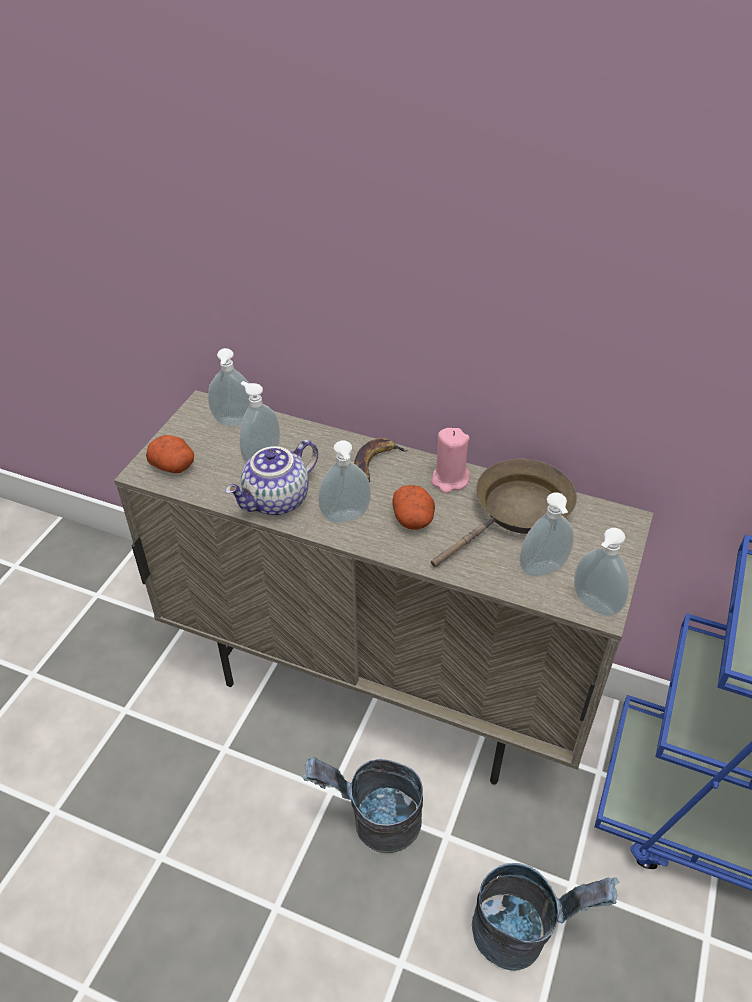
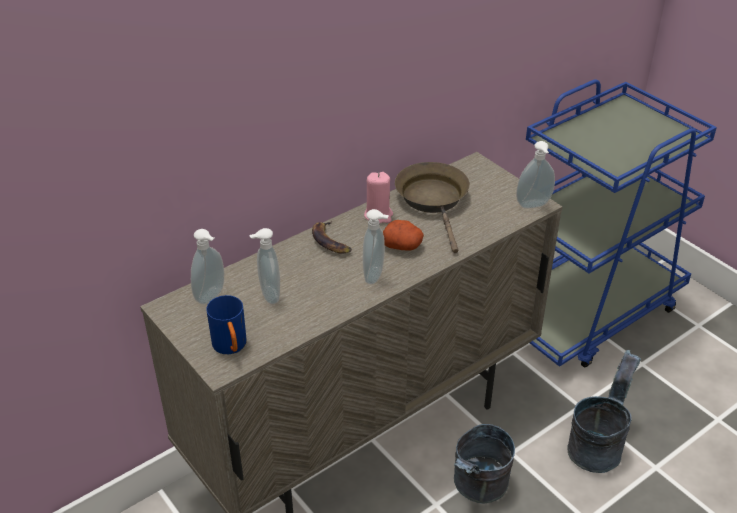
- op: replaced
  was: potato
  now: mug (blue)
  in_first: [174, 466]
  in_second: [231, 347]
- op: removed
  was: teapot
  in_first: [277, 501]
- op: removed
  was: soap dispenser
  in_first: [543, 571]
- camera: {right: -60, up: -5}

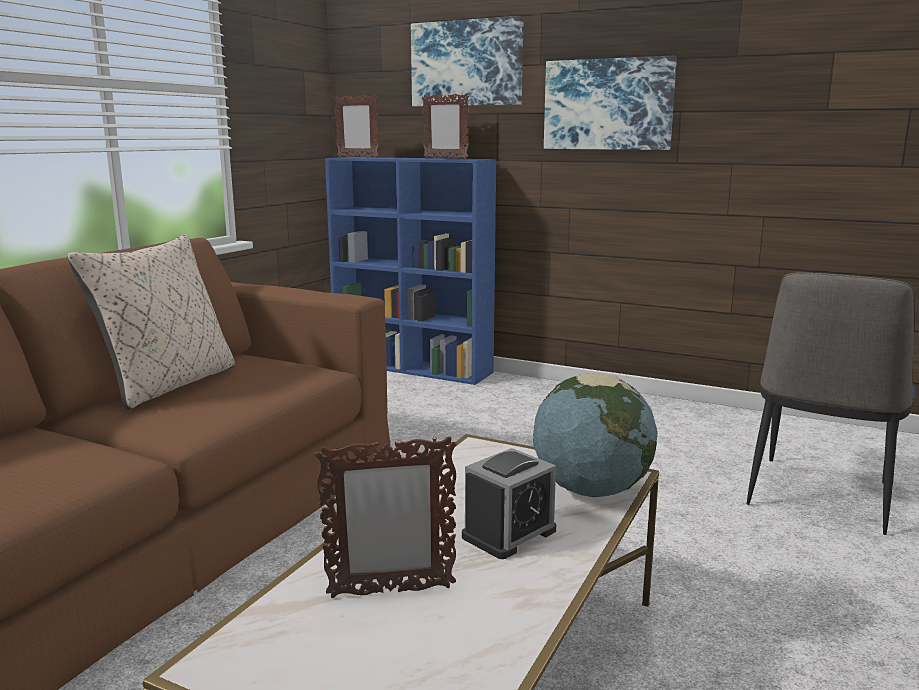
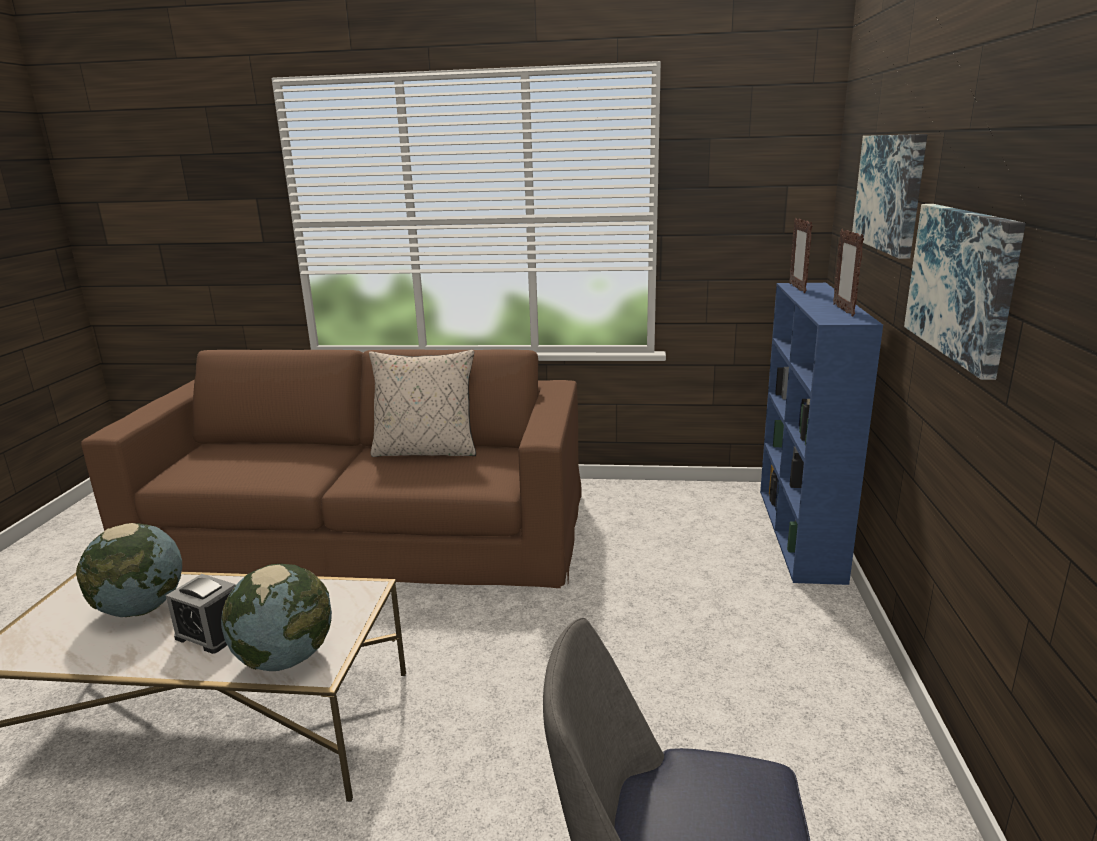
- op: replaced
  was: picture frame
  now: globe
  in_first: [390, 592]
  in_second: [141, 608]
- camera: {right: 70, up: 5}

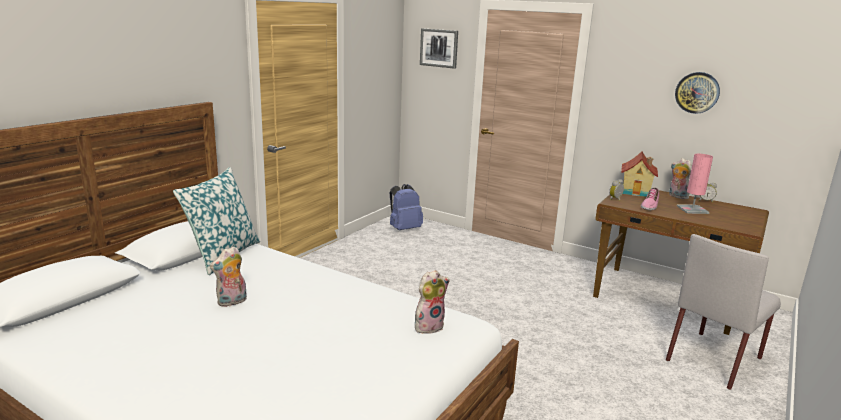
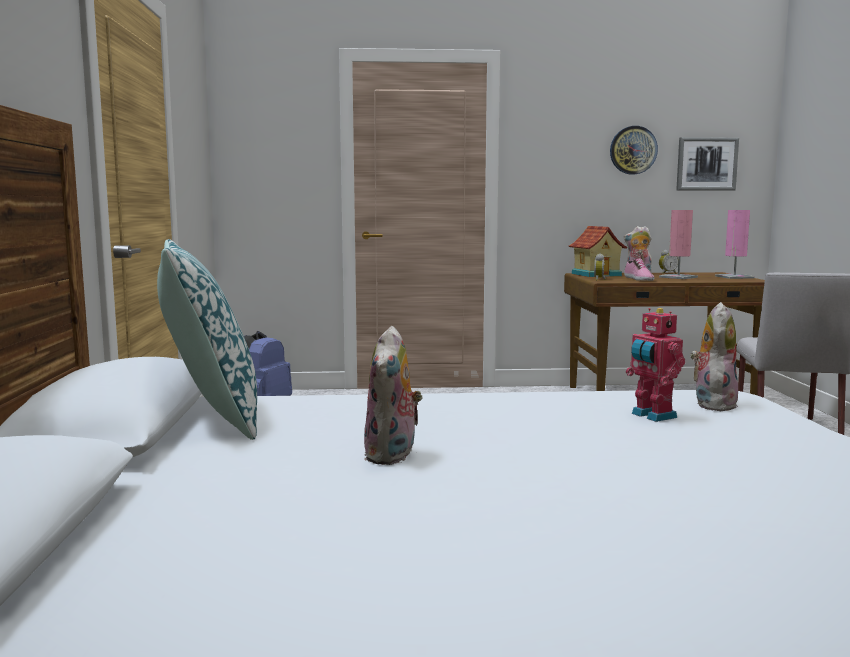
- op: added
  now: toy robot
  in_second: [652, 416]
- op: moved
  was: picture
  in_first: [439, 48]
  in_second: [706, 164]
- op: added
  now: table lamp (pink)
  in_second: [734, 277]
- camera: {right: -35, up: -10}

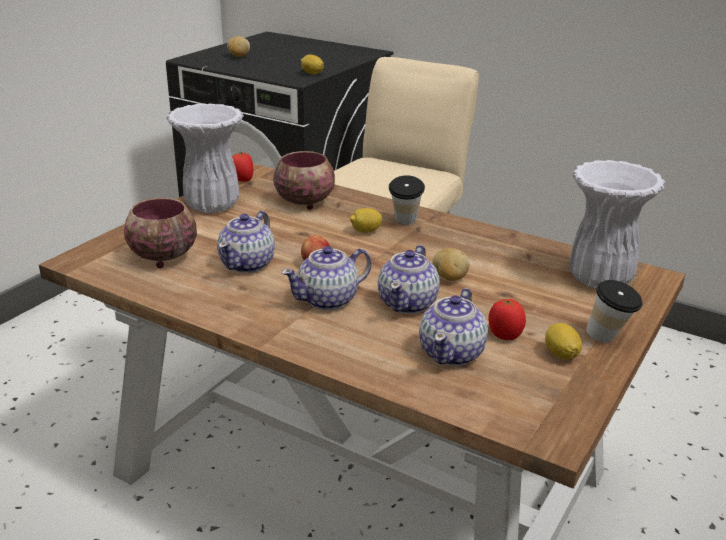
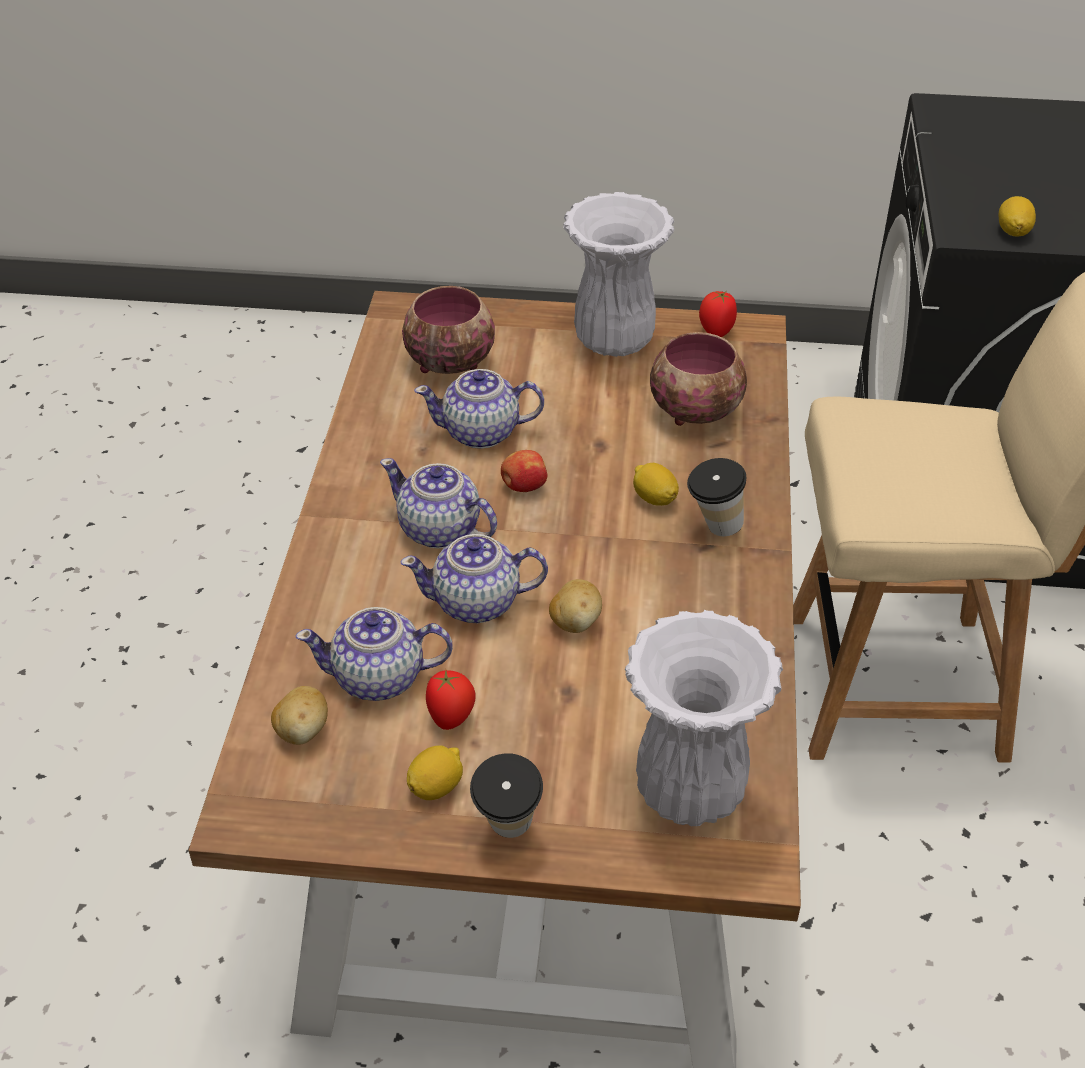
- op: moved
  was: potato
  in_first: [238, 56]
  in_second: [302, 731]
- camera: {right: 65, up: 15}

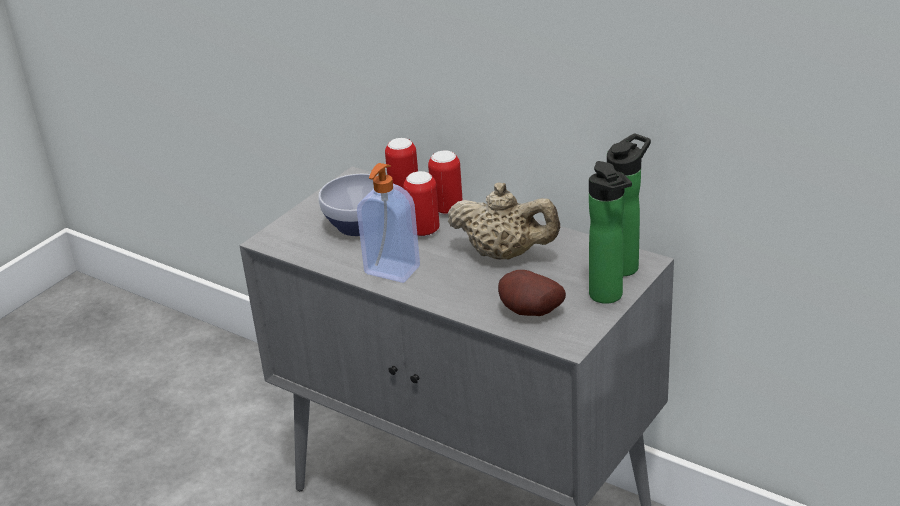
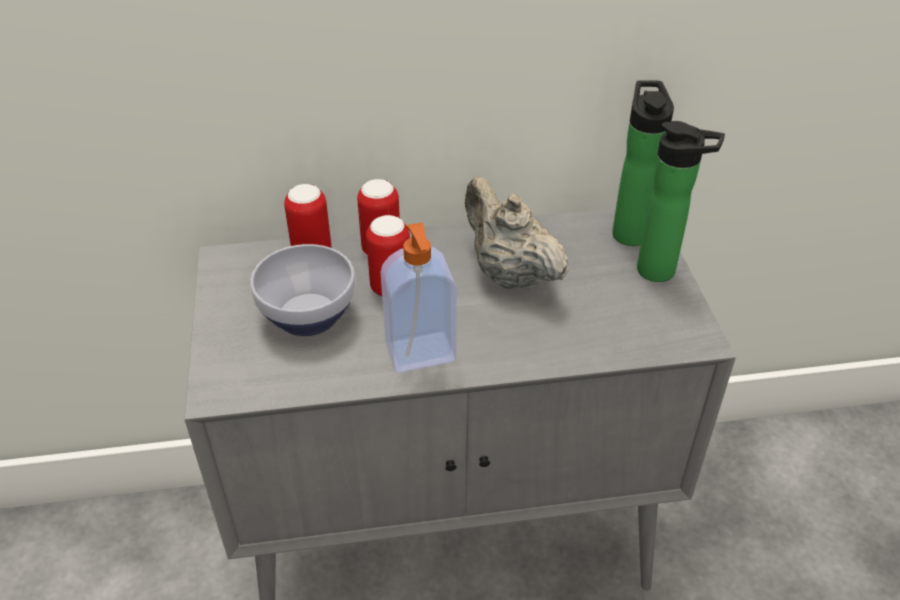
- op: turned
  was: teapot (beige)
  in_first: [505, 254]
  in_second: [509, 274]
  clockwise: -105
- op: removed
  was: potato
  in_first: [529, 313]
- camera: {right: -45, up: 10}

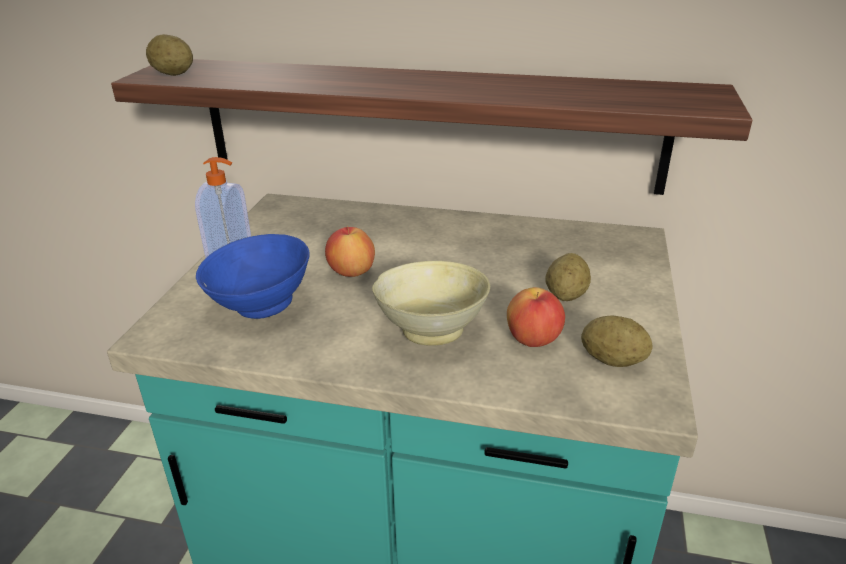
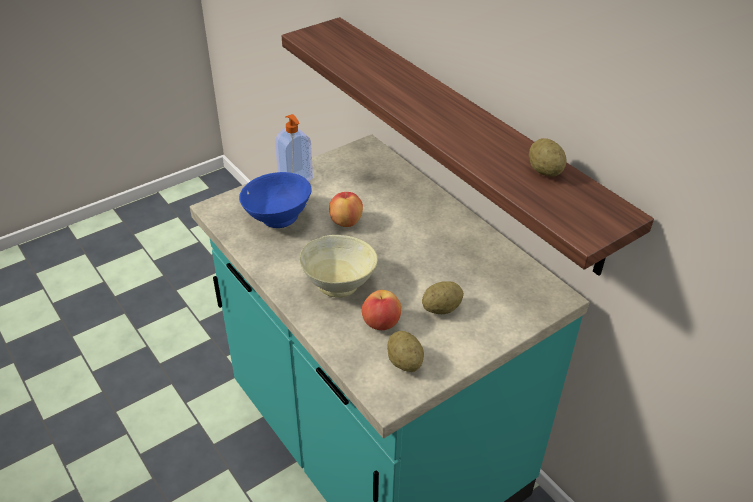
- op: moved
  was: potato
  in_first: [173, 74]
  in_second: [544, 171]
- camera: {right: 40, up: 10}

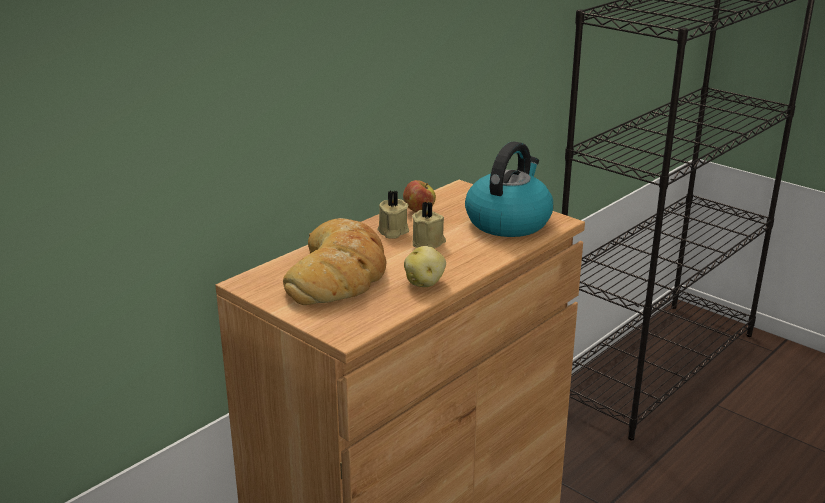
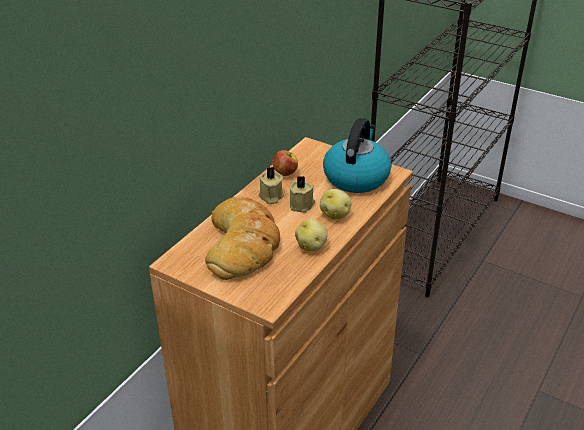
- op: added
  now: potato
  in_second: [335, 214]
- camera: {right: -10, up: 10}

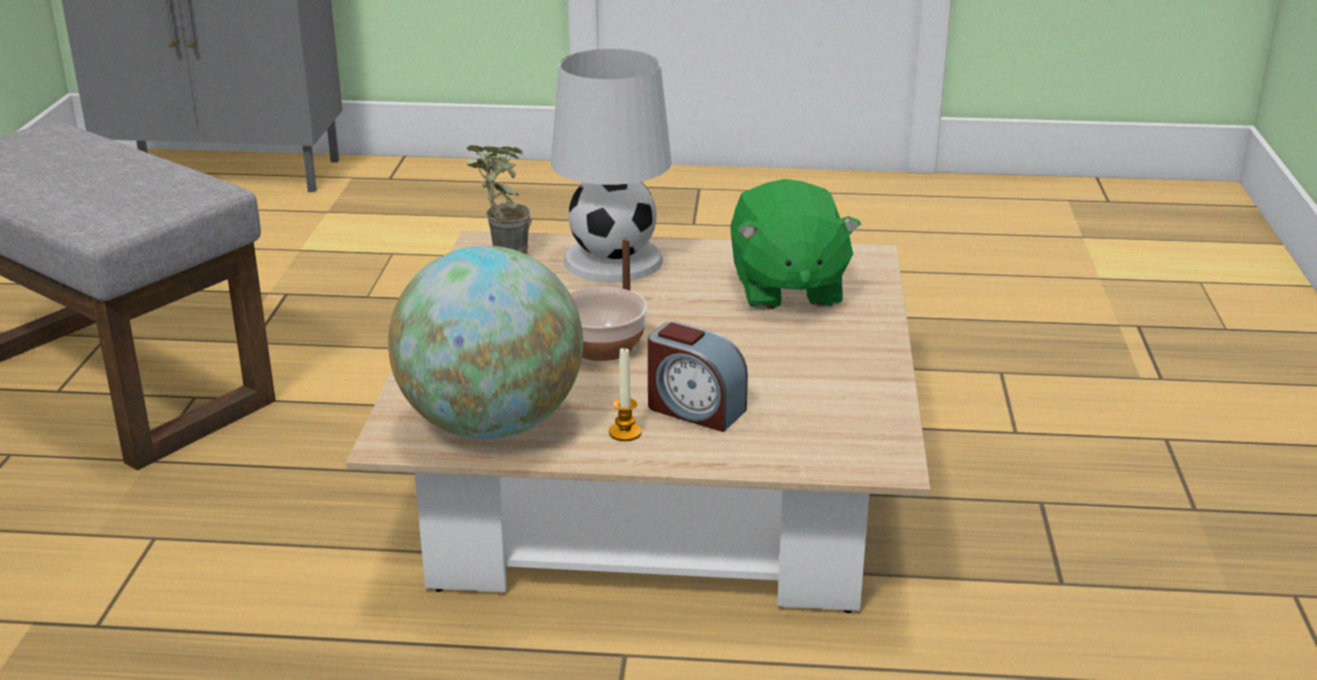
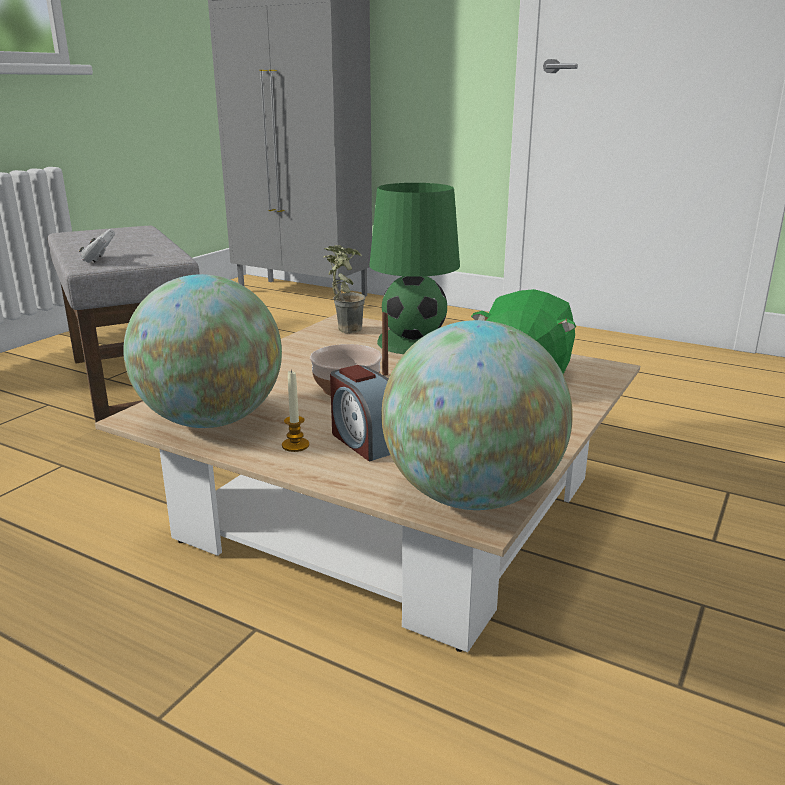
- op: added
  now: game controller (white)
  in_second: [99, 259]
- op: recoloured
  was: table lamp (white)
  now: table lamp (green)
  in_first: [612, 261]
  in_second: [413, 342]
- op: added
  now: globe
  in_second: [471, 496]
- camera: {right: 25, up: -5}

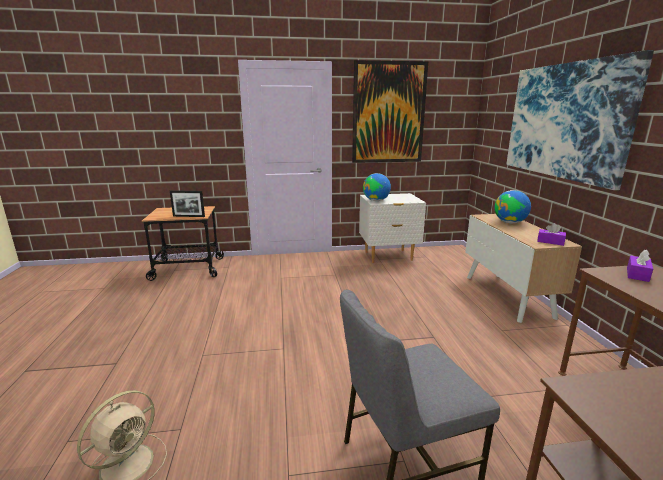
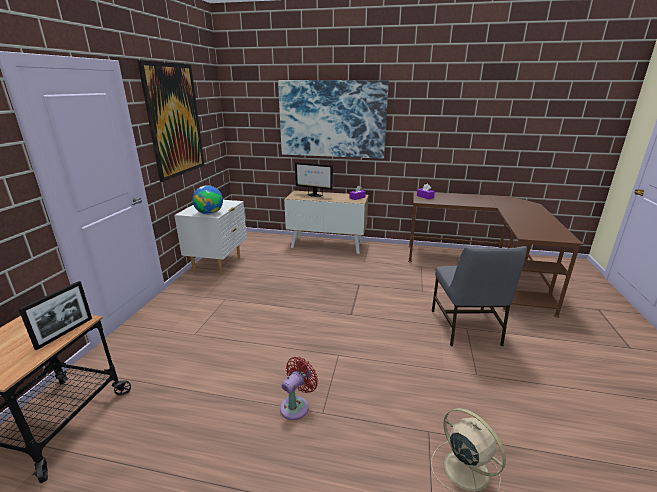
- op: added
  now: fan (red)
  in_second: [296, 405]
- op: replaced
  was: globe
  now: monitor
  in_first: [510, 222]
  in_second: [314, 195]
- camera: {right: -70, up: 5}

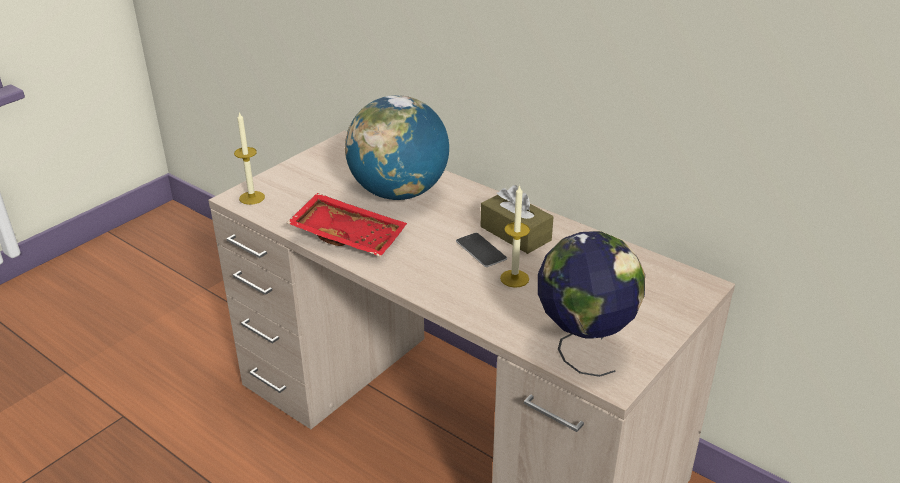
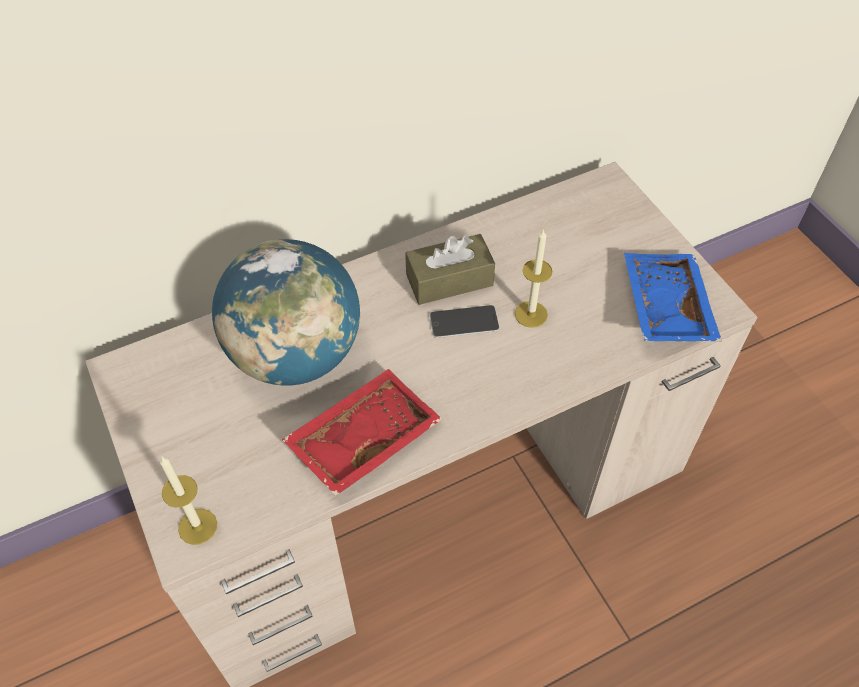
- op: replaced
  was: globe
  now: tray (blue)
  in_first: [583, 347]
  in_second: [663, 307]
- camera: {right: -65, up: 20}

